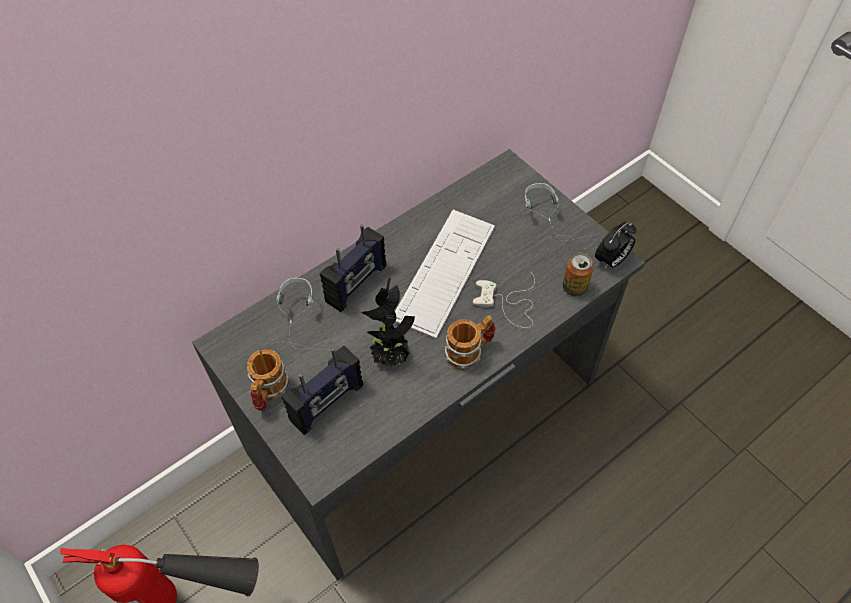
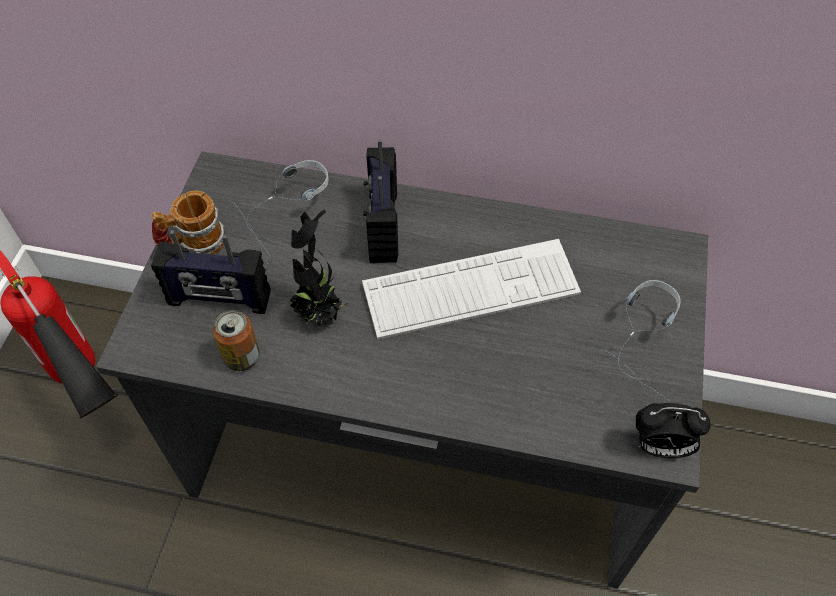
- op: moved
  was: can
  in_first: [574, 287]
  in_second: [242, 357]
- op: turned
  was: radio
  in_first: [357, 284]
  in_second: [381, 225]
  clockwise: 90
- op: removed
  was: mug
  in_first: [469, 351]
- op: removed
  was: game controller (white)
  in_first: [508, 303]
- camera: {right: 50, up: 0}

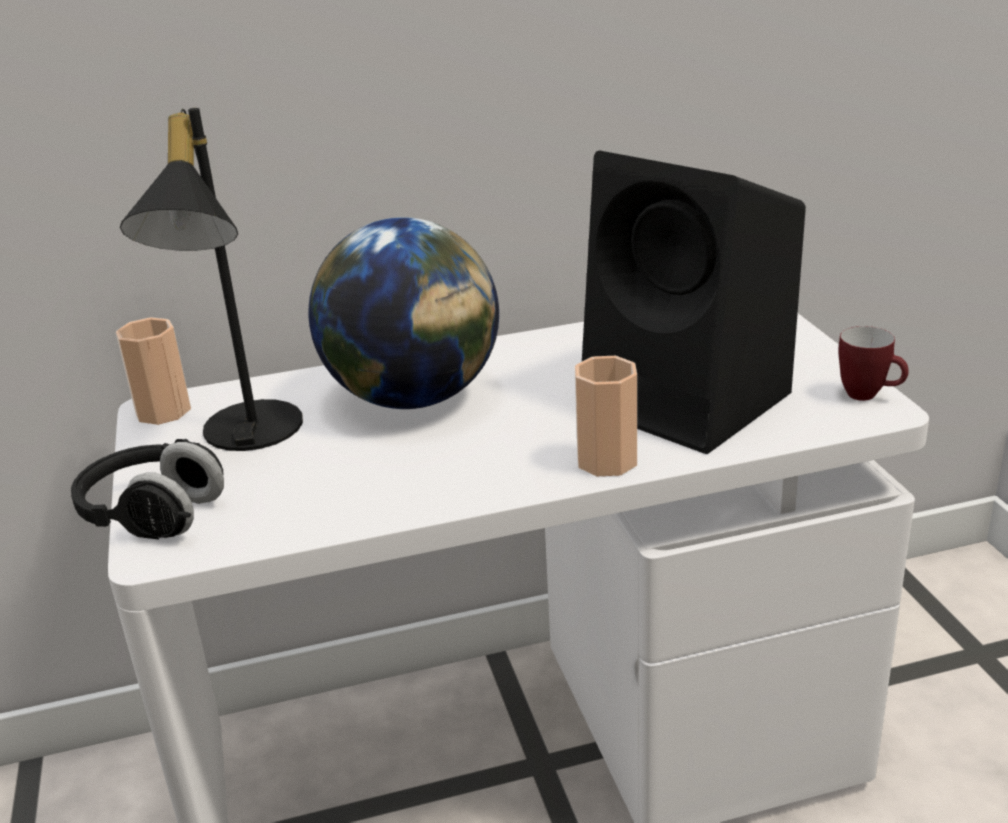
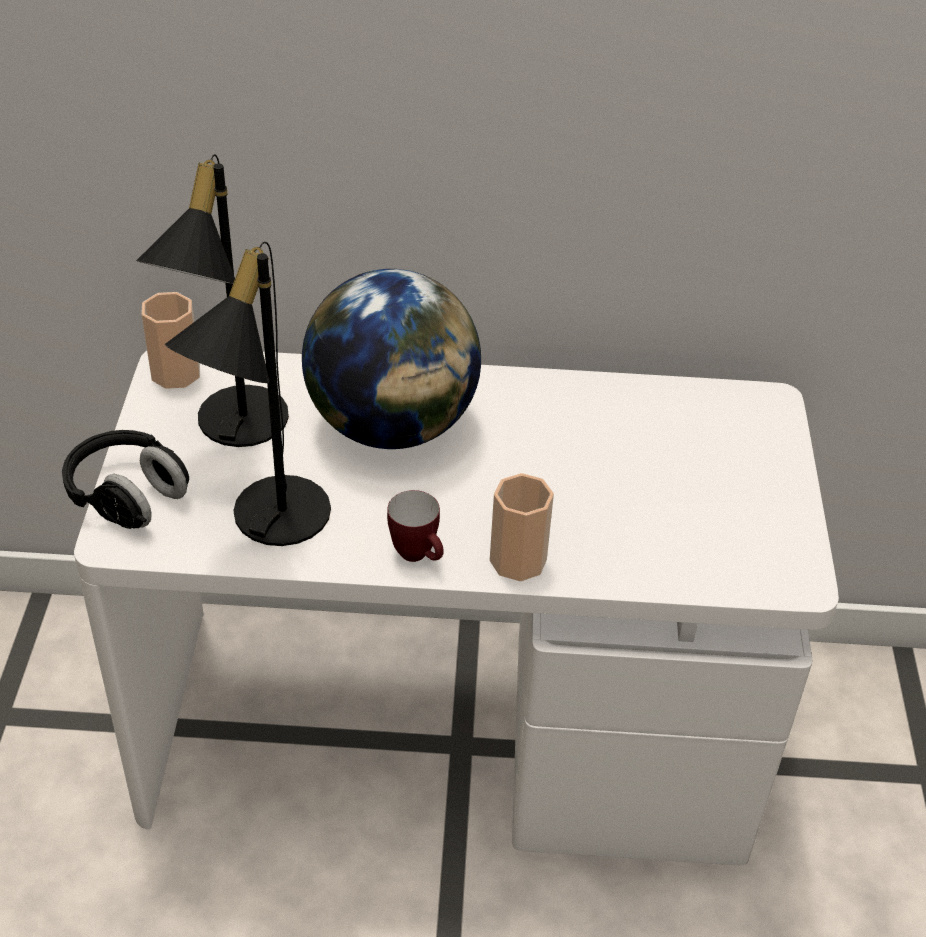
- op: added
  now: table lamp (black)
  in_second: [265, 519]
- op: moved
  was: mug
  in_first: [869, 396]
  in_second: [419, 556]
- op: removed
  was: speaker (black)
  in_first: [691, 401]
- camera: {right: 15, up: 15}

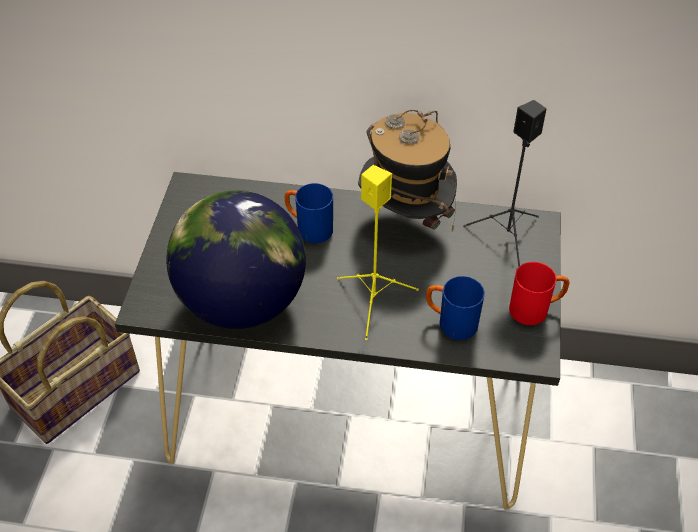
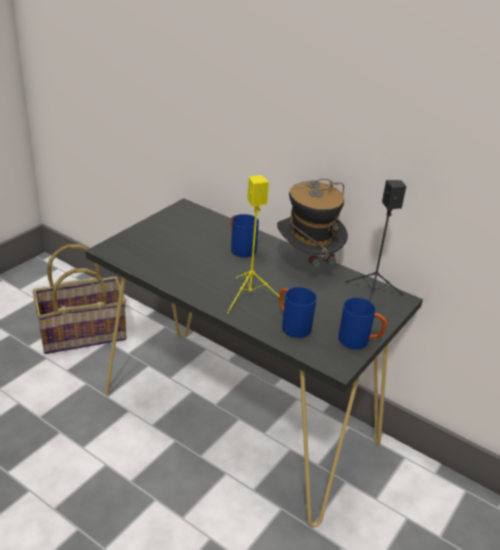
- op: recoloured
  was: mug (red)
  now: mug (blue)
  in_first: [535, 309]
  in_second: [359, 341]
- op: removed
  was: globe
  in_first: [242, 303]
- camera: {right: 25, up: -15}

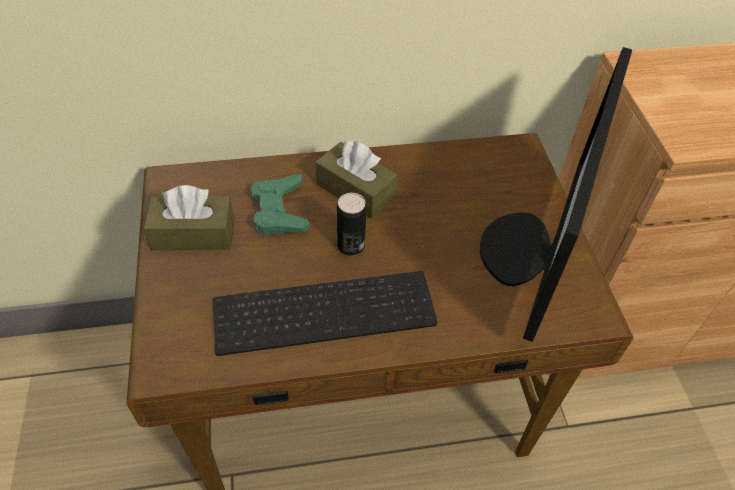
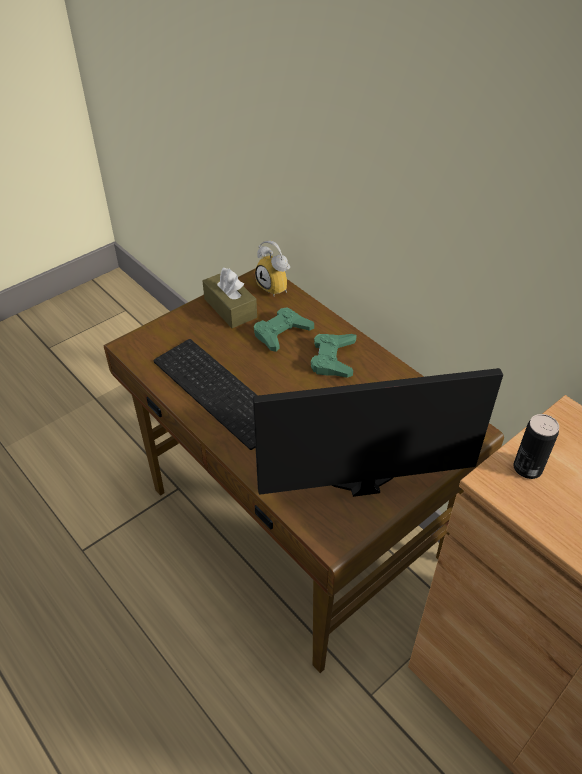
- op: added
  now: alarm clock
  in_second: [277, 287]
- op: replaced
  was: tissue box (brown)
  now: game controller (green)
  in_first: [355, 190]
  in_second: [333, 359]
- op: moved
  was: can
  in_first: [351, 245]
  in_second: [527, 468]
- camera: {right: 60, up: -5}

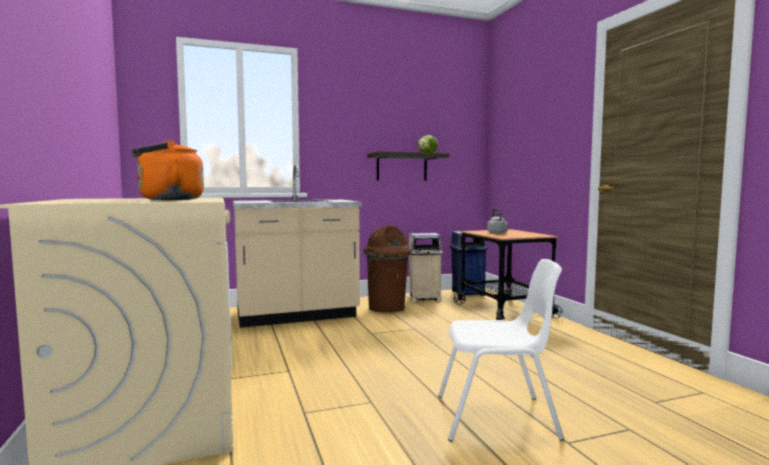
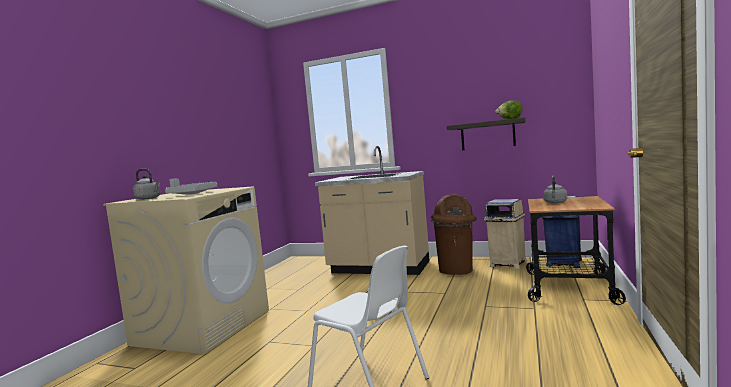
- op: added
  now: kettle (grey)
  in_second: [149, 198]
- op: replaced
  was: kettle (orange)
  now: tray (grey)
  in_first: [167, 199]
  in_second: [192, 194]
- camera: {right: 40, up: 0}

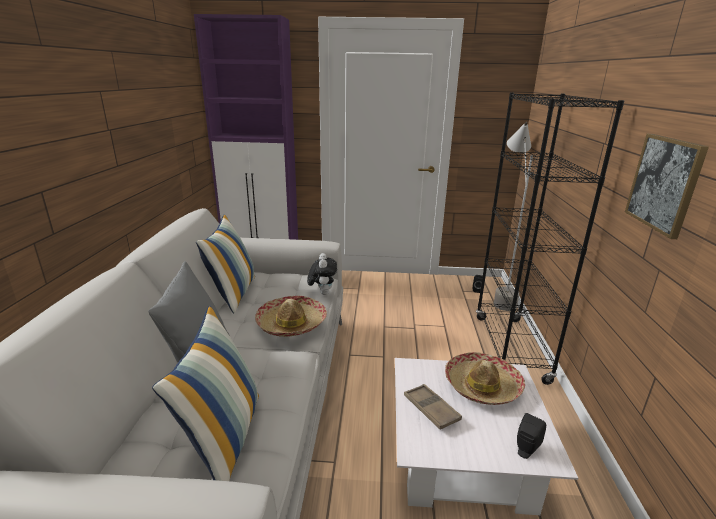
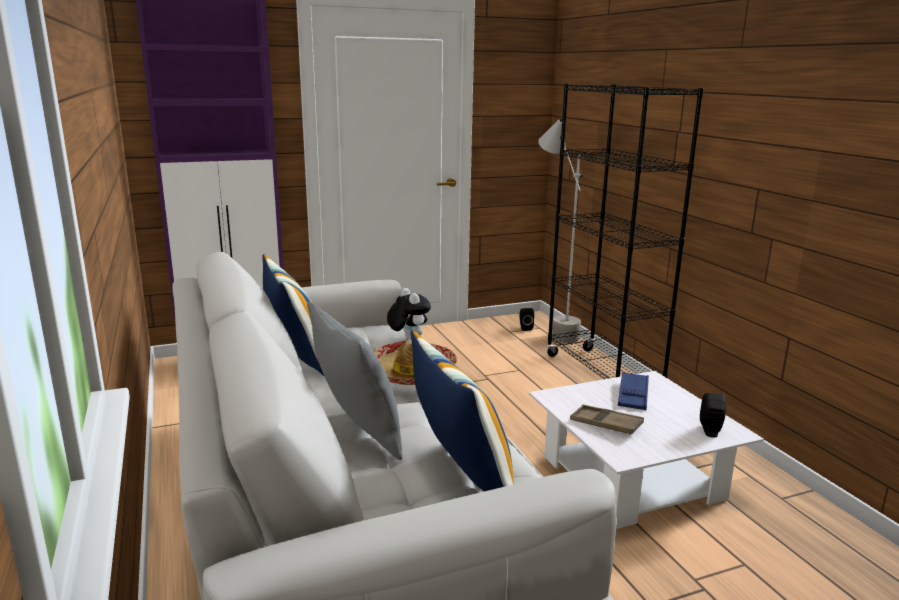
- op: replaced
  was: hat
  now: tray (blue)
  in_first: [482, 386]
  in_second: [633, 395]
- op: removed
  was: picture
  in_first: [664, 183]
- camera: {right: -25, up: -5}

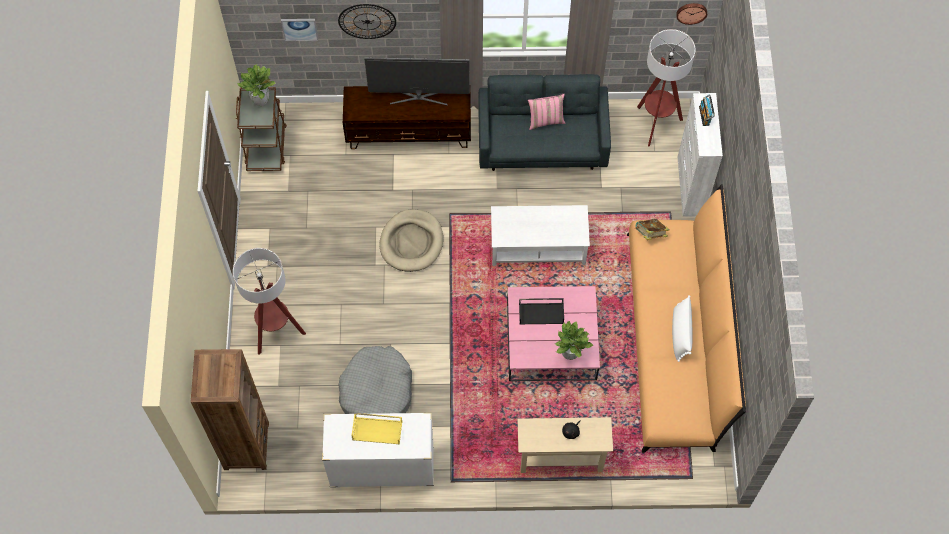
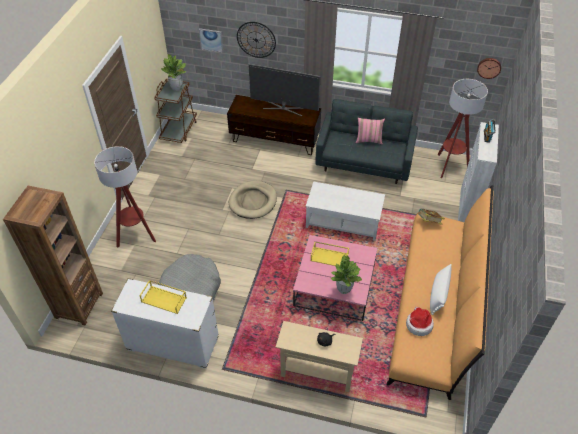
- op: recoloured
  was: tray (black)
  now: tray (yellow)
  in_first: [541, 313]
  in_second: [330, 257]
- op: added
  now: hat
  in_second: [418, 324]
- camera: {right: 15, up: -15}

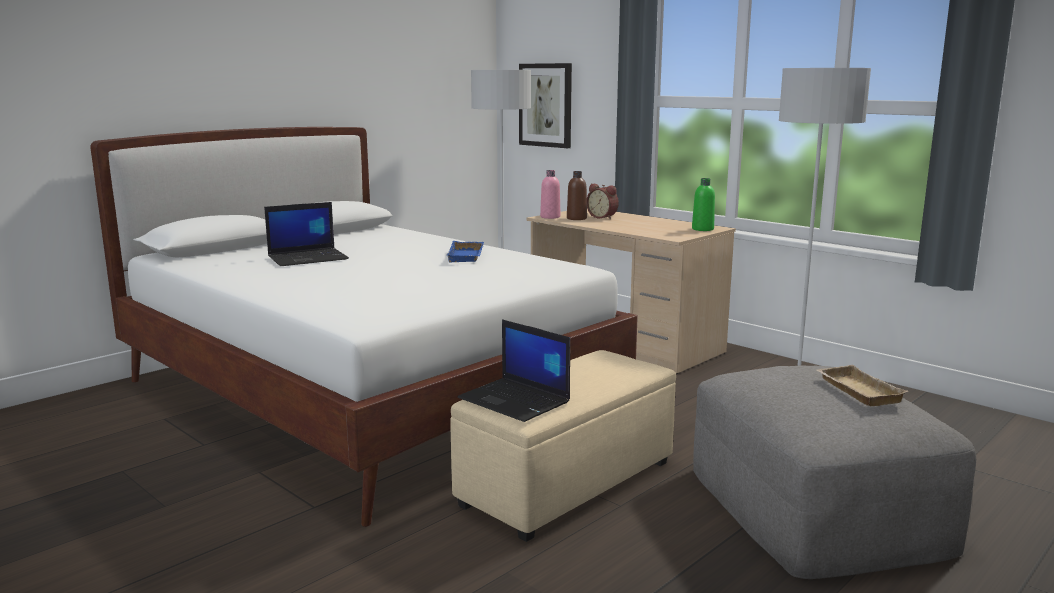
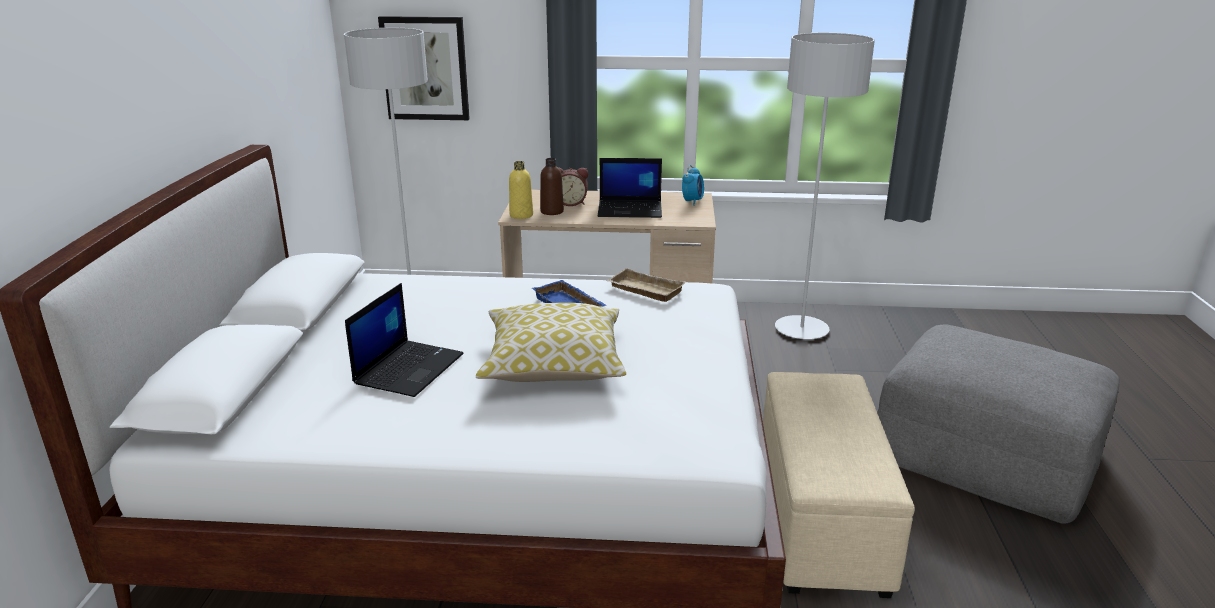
- op: added
  now: pillow
  in_second: [553, 364]
- op: recoloured
  was: bottle (pink)
  now: bottle (yellow)
  in_first: [550, 217]
  in_second: [521, 215]
- op: moved
  was: laptop
  in_first: [516, 400]
  in_second: [631, 210]
- op: moved
  was: tray (beige)
  in_first: [856, 391]
  in_second: [643, 290]
- op: replaced
  was: bottle (green)
  now: alarm clock
  in_first: [702, 229]
  in_second: [692, 201]
- camera: {right: -40, up: 10}

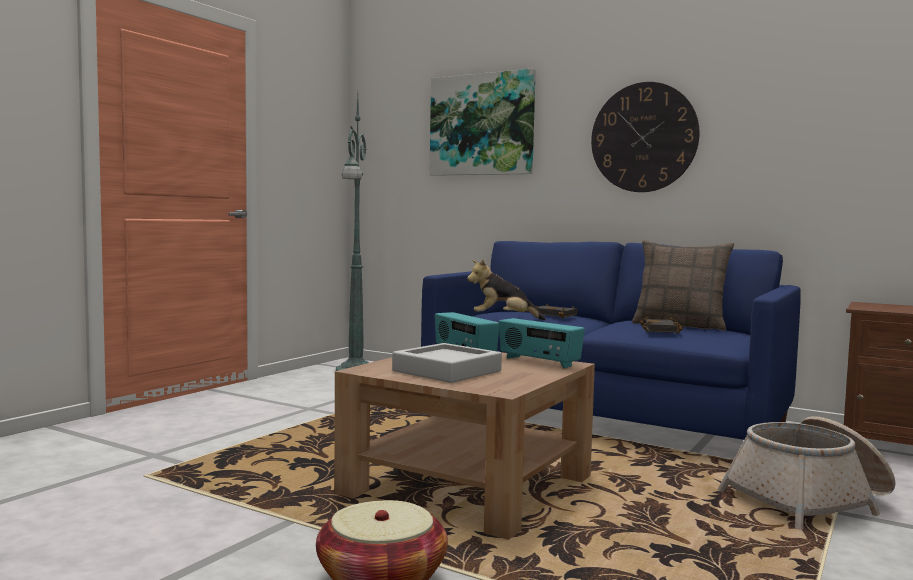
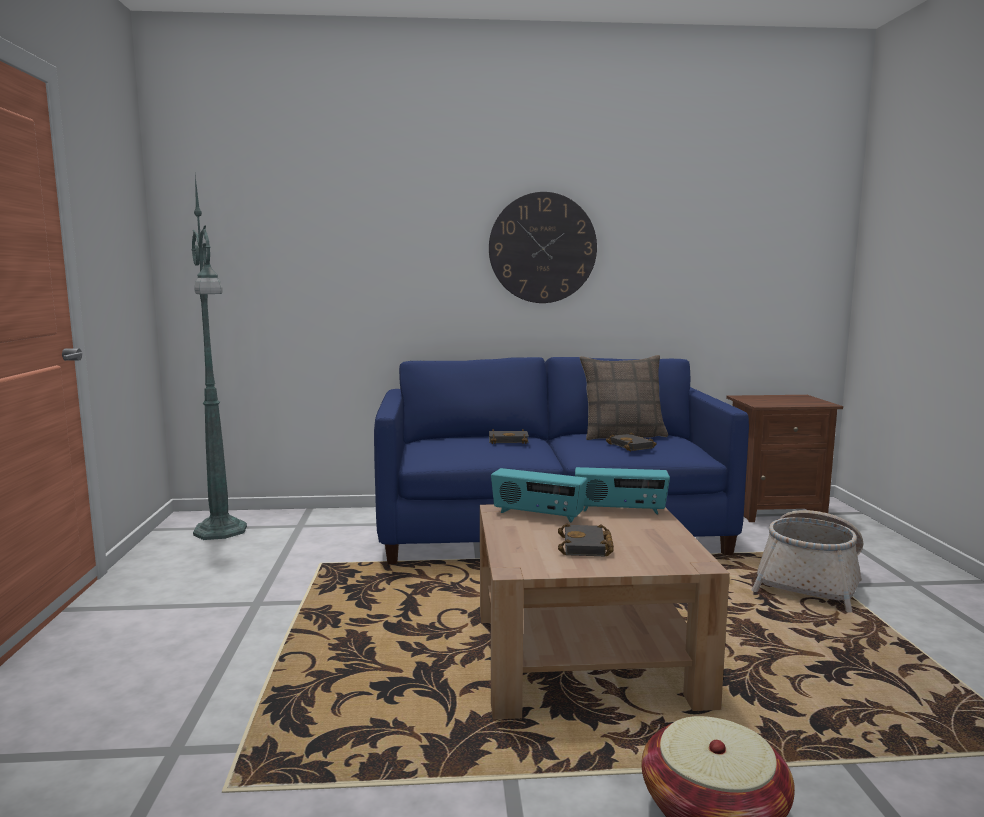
- op: replaced
  was: tray (grey)
  now: book (black)
  in_first: [447, 371]
  in_second: [587, 547]
- op: removed
  was: picture
  in_first: [482, 125]
- op: removed
  was: plush toy
  in_first: [503, 319]
- camera: {right: -35, up: 5}

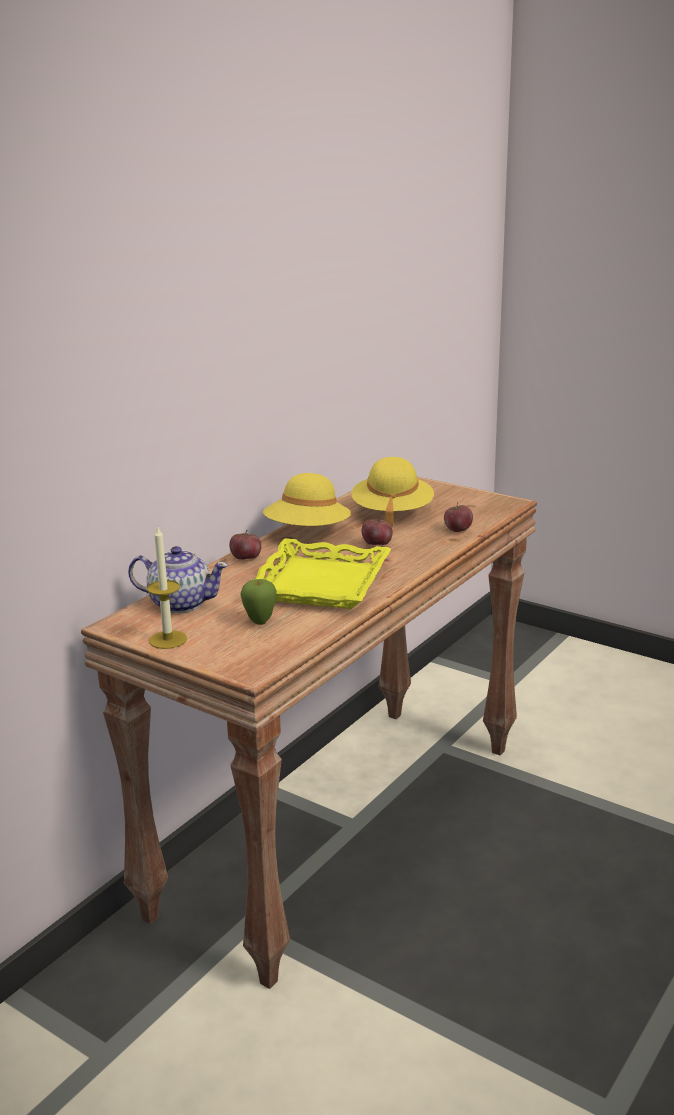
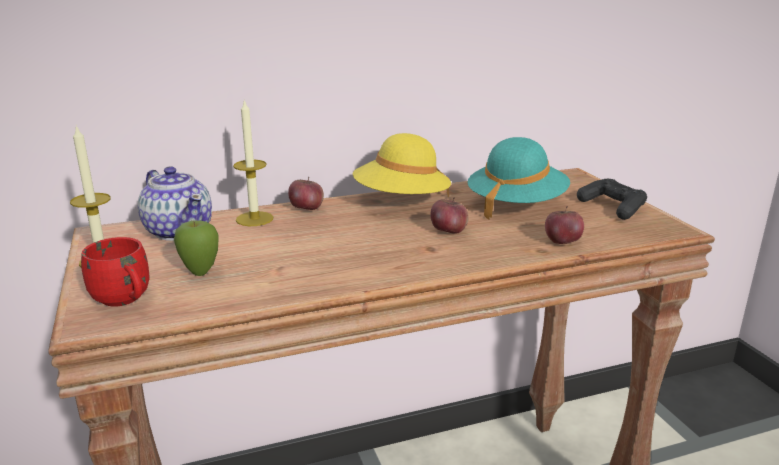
- op: added
  now: mug (red)
  in_second: [125, 300]
- op: added
  now: candle
  in_second: [254, 219]
- op: recoloured
  was: hat (yellow)
  now: hat (turquoise)
  in_first: [392, 513]
  in_second: [516, 205]
- op: added
  now: game controller (black)
  in_second: [612, 207]
- op: removed
  was: tray (yellow)
  in_first: [319, 583]
- camera: {right: 35, up: 0}

